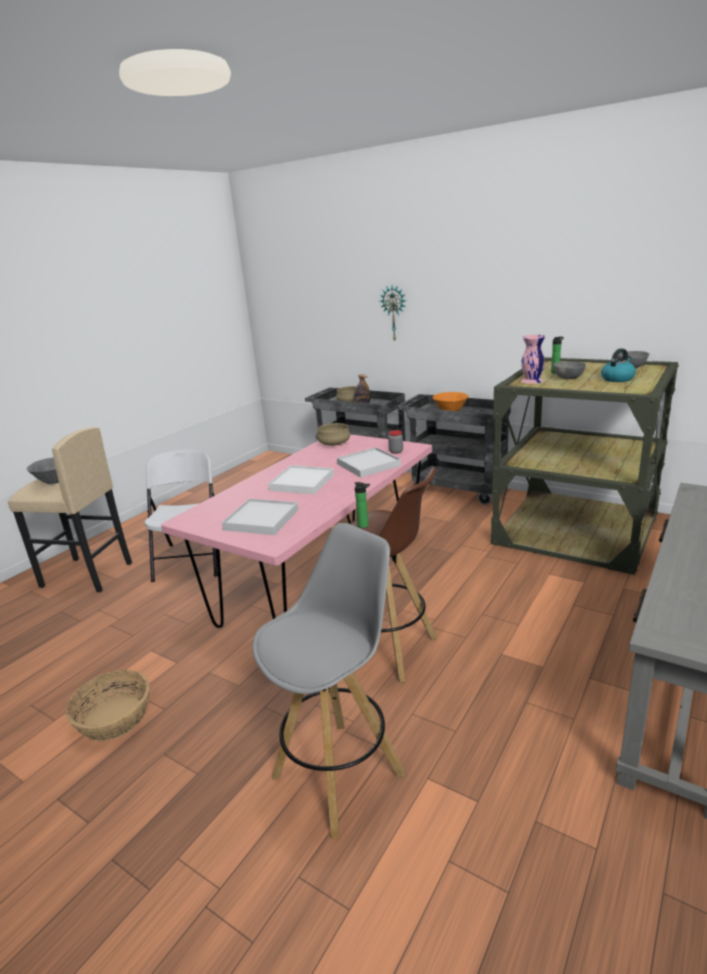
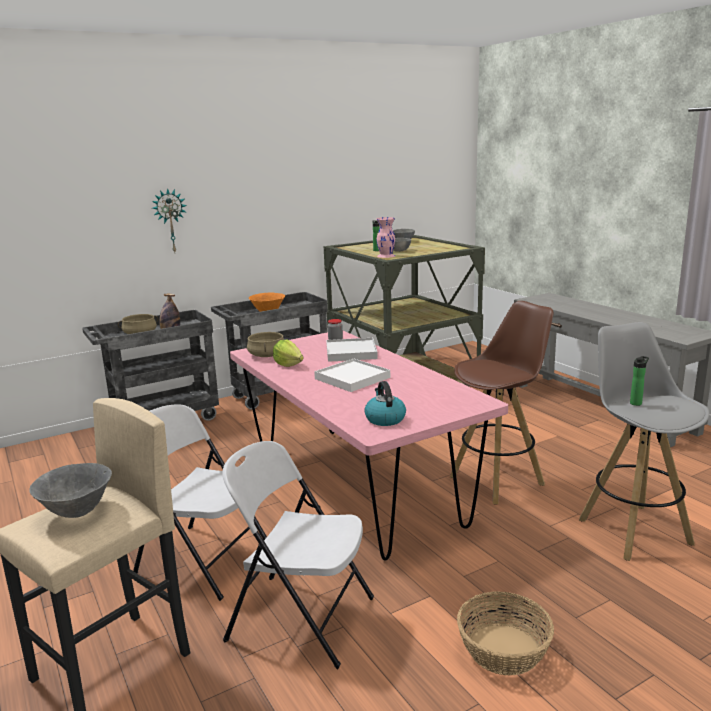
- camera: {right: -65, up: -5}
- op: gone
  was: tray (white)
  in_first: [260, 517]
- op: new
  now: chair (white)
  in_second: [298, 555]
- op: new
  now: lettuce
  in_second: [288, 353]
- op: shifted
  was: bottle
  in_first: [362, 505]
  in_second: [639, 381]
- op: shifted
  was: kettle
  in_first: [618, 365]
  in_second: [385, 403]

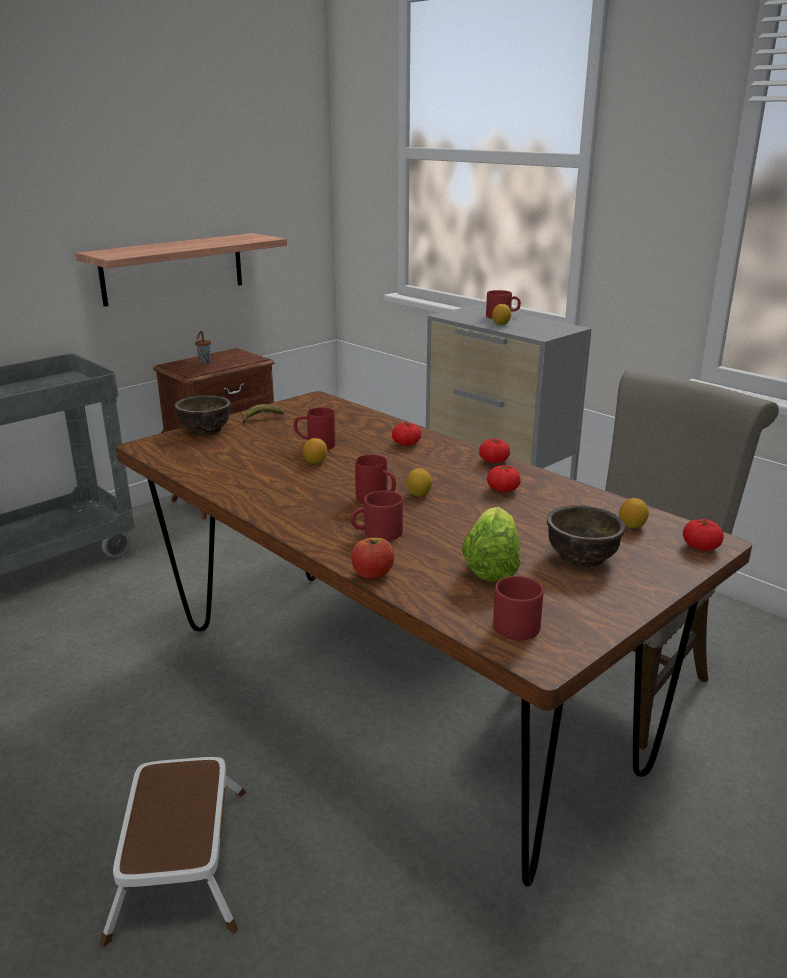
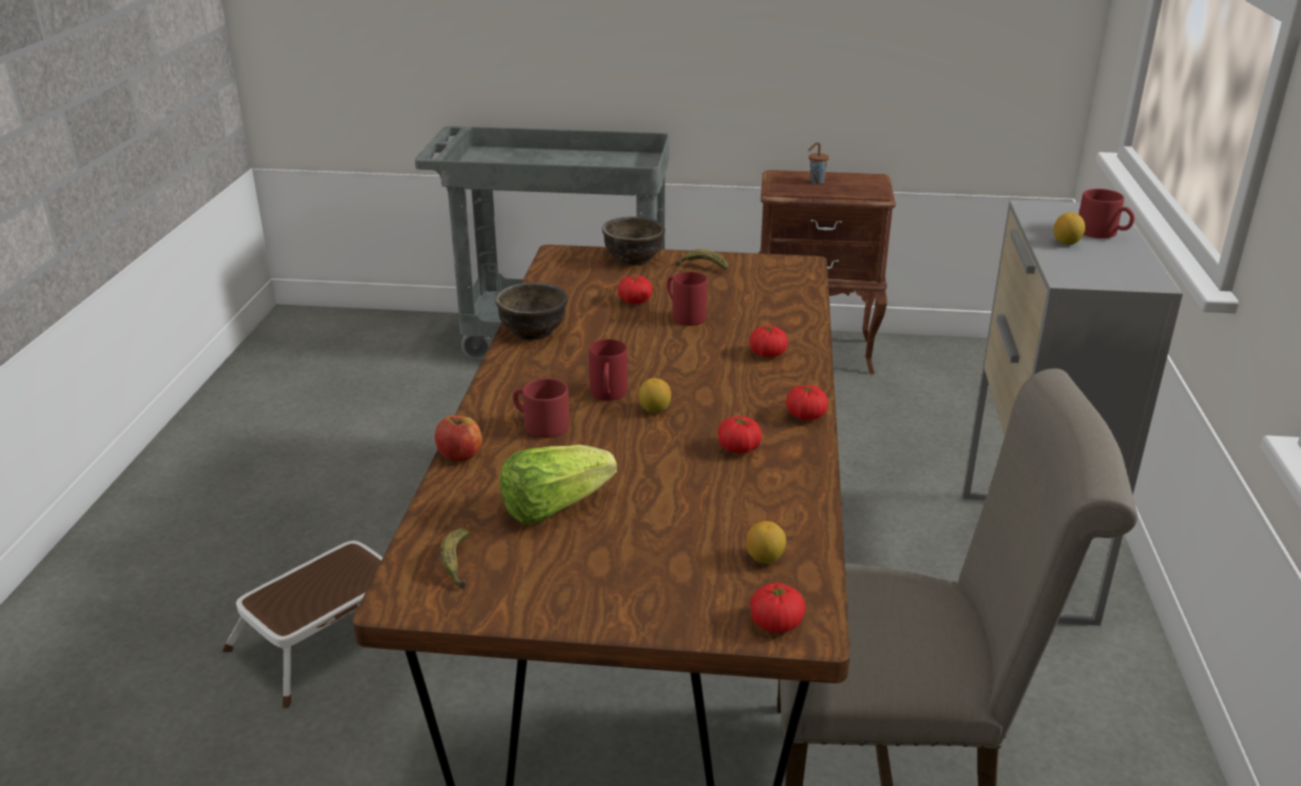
- camera: {right: 50, up: 5}
- op: gone
  was: shelf
  in_first: [181, 270]
- op: gone
  was: lemon
  in_first: [315, 451]
- op: new
  now: tomato
  in_second: [635, 289]
- op: shifted
  was: bowl (brown)
  in_first: [586, 536]
  in_second: [531, 311]
- op: swapped
  was: mug (red)
  now: banana
  in_first: [518, 608]
  in_second: [455, 559]

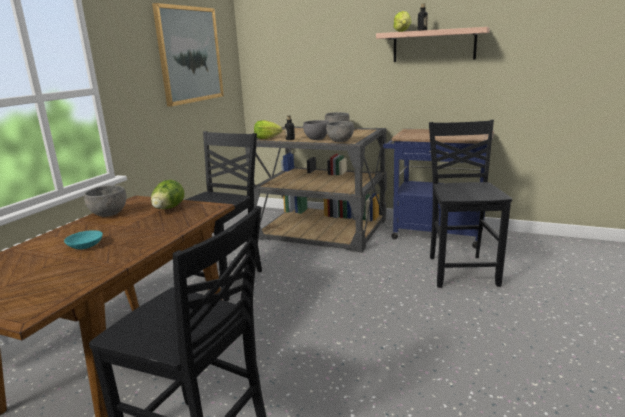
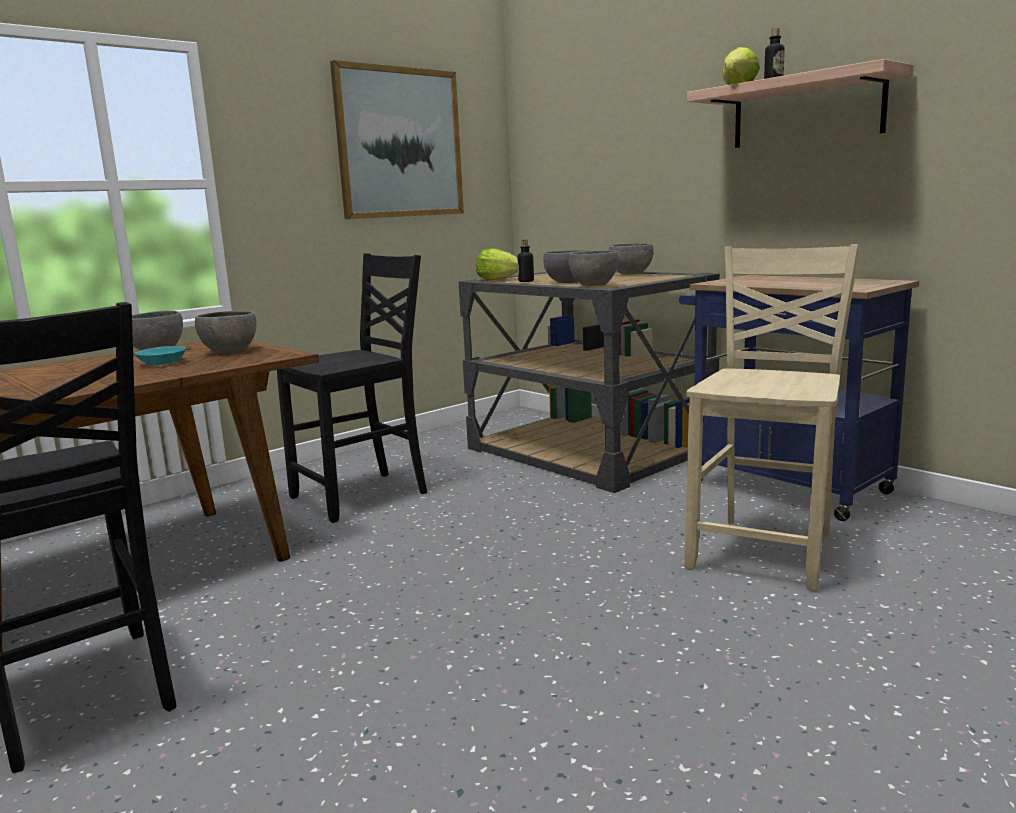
- camera: {right: 25, up: -5}
- op: shifted
  was: bowl (turquoise)
  in_first: [83, 239]
  in_second: [160, 355]
- op: swapped
  was: lettuce
  now: bowl (grey)
  in_first: [168, 194]
  in_second: [226, 332]
- op: repainted
  was: chair (black)
  now: chair (beige)
  in_first: [470, 204]
  in_second: [772, 418]

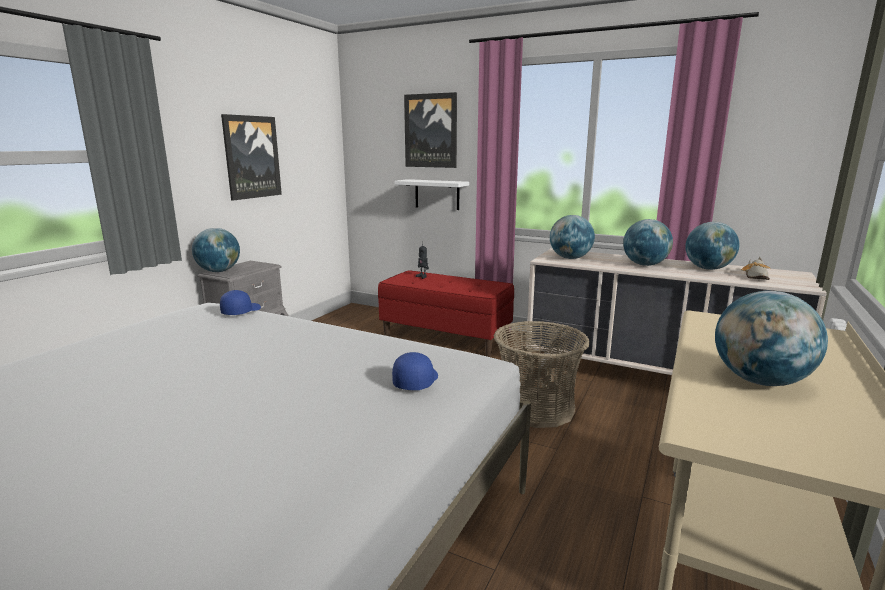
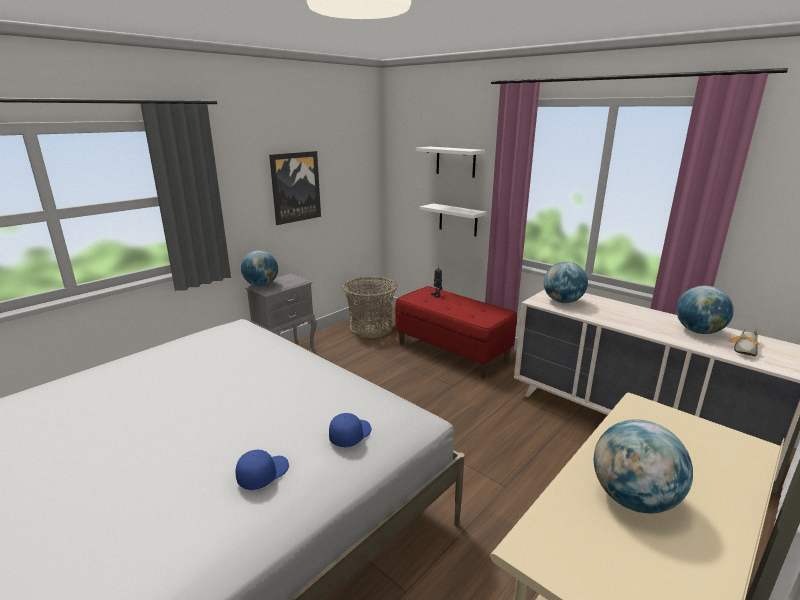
- camera: {right: 15, up: 5}
- op: gone
  was: globe
  in_first: [648, 242]
- op: shifted
  was: cap (blue)
  in_first: [240, 302]
  in_second: [262, 469]
- op: shifted
  was: basket
  in_first: [542, 374]
  in_second: [370, 307]
- op: swapped
  was: picture
  now: shelf (white)
  in_first: [430, 130]
  in_second: [450, 162]

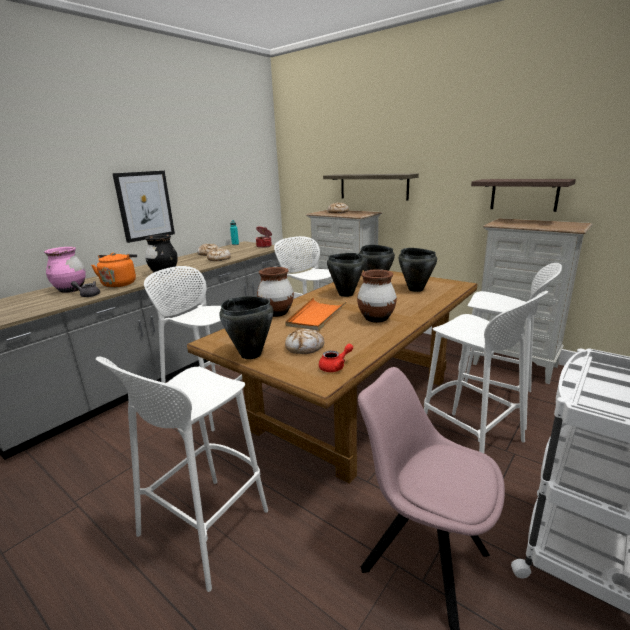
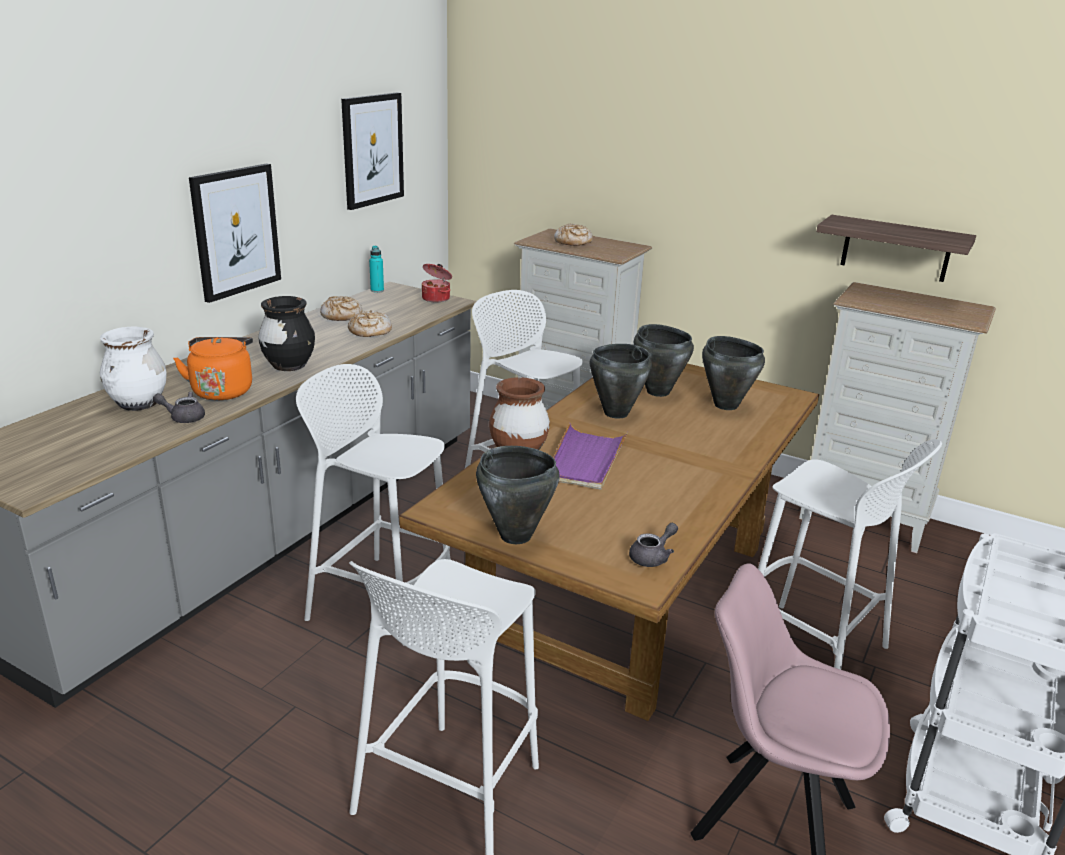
- camera: {right: -10, up: 5}
- op: gone
  was: bread
  in_first: [304, 341]
- op: gone
  was: shelf
  in_first: [371, 187]
- op: gone
  was: vase (brown)
  in_first: [377, 296]
- op: gone
  was: stool (white)
  in_first: [509, 346]
- op: new
  now: picture
  in_second: [372, 151]
- op: repainted
  was: vase (pink)
  now: vase (white)
  in_first: [65, 270]
  in_second: [133, 369]
- op: repainted
  was: tray (orange)
  now: tray (purple)
  in_first: [316, 314]
  in_second: [590, 456]
- op: repainted
  was: teapot (red)
  now: teapot (grey)
  in_first: [336, 358]
  in_second: [653, 545]

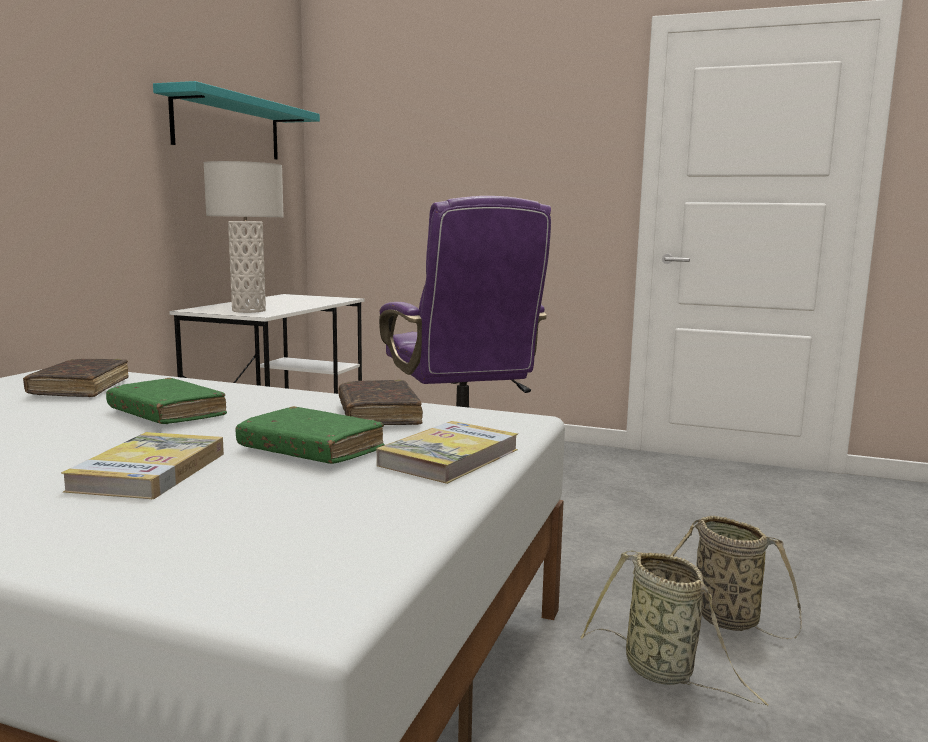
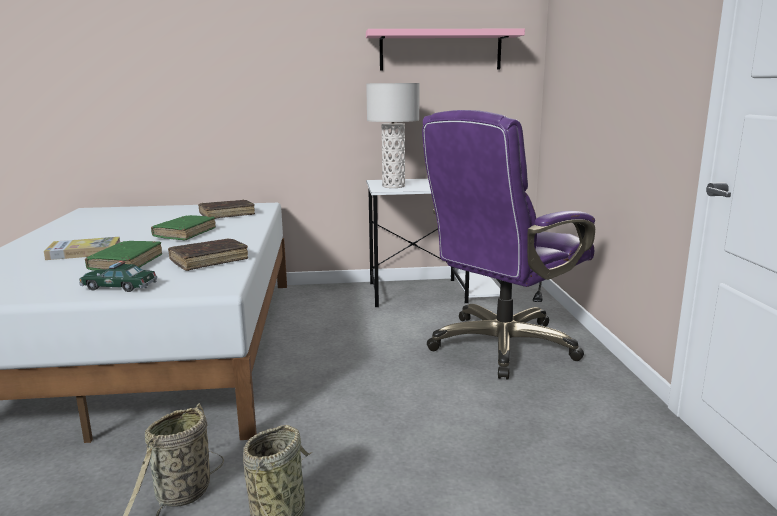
- camera: {right: 65, up: 5}
- op: swapped
  was: book
  now: toy car
  in_first: [447, 452]
  in_second: [118, 276]
- op: repainted
  was: shelf (turquoise)
  now: shelf (pink)
  in_first: [236, 120]
  in_second: [445, 49]

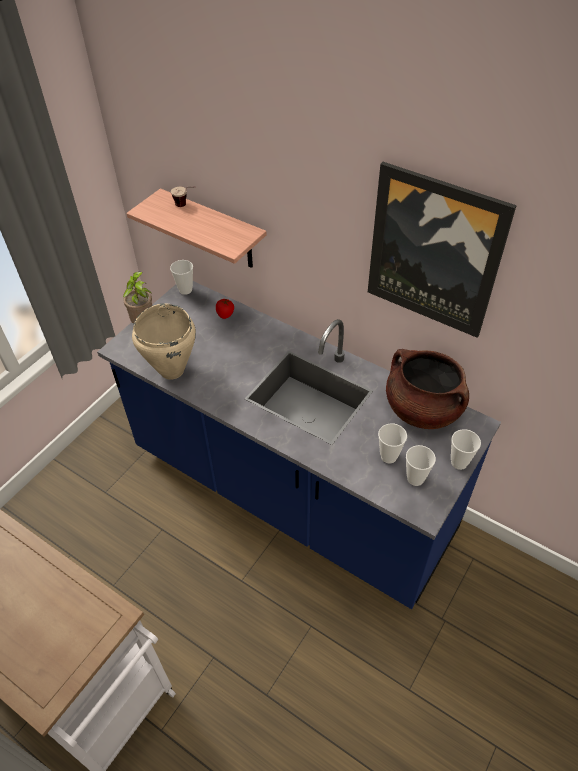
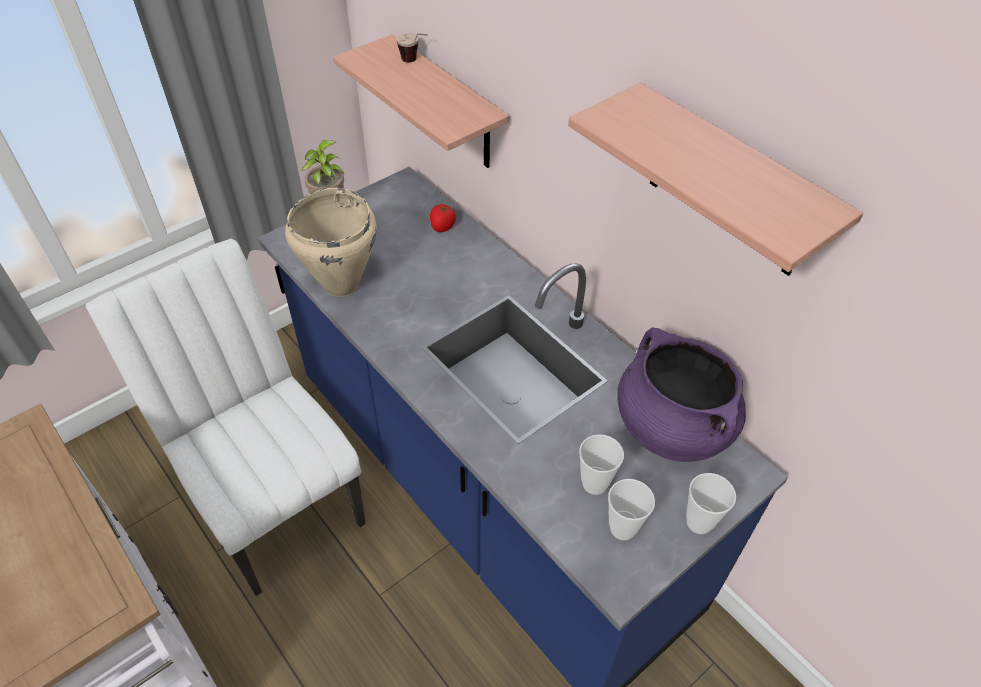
- camera: {right: 15, up: 0}
- op: gone
  was: cup
  in_first: [181, 277]
- op: new
  now: chair (white)
  in_second: [226, 417]
- op: swapped
  was: picture
  now: shelf
  in_first: [442, 250]
  in_second: [715, 179]
- op: repainted
  was: cooking pot (brown)
  now: cooking pot (purple)
  in_first: [427, 389]
  in_second: [681, 394]

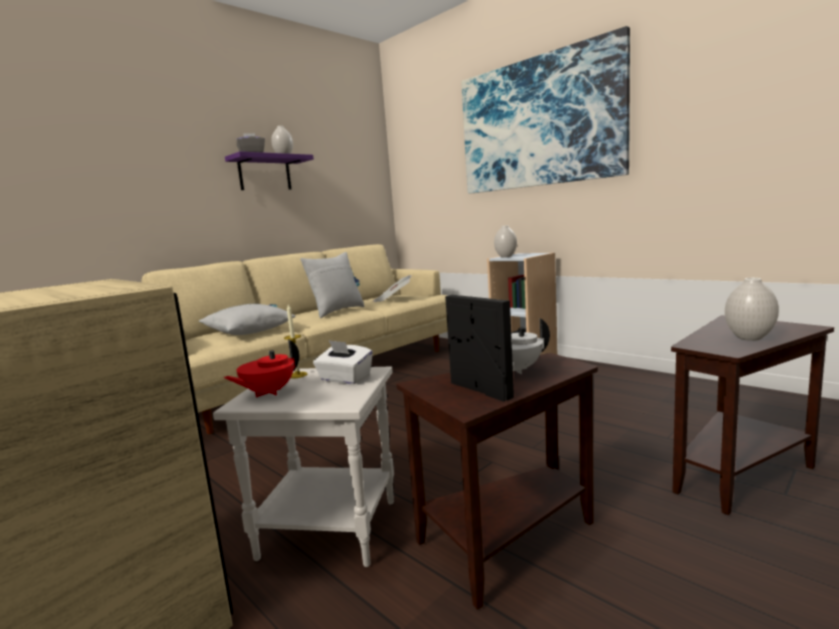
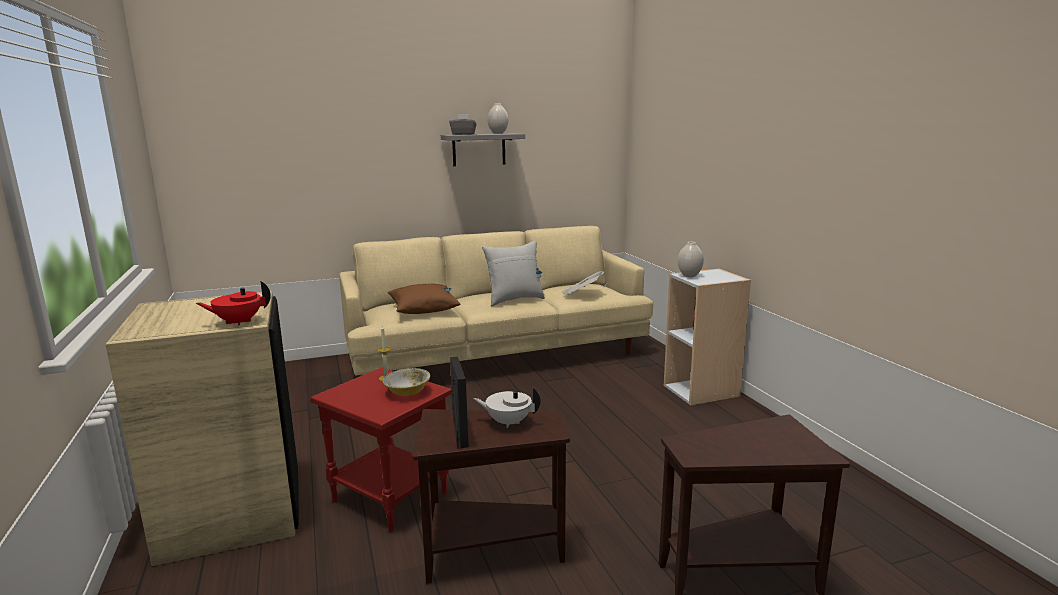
- camera: {right: 25, up: 5}
- op: gone
  was: picture
  in_first: [545, 110]
- op: gone
  was: vase (white)
  in_first: [752, 309]
- op: shifted
  was: teapot (red)
  in_first: [261, 368]
  in_second: [233, 303]
- op: swapped
  was: tissue box (white)
  now: bowl
  in_first: [343, 362]
  in_second: [406, 382]
- op: repainted
  was: pillow (grey)
  now: pillow (brown)
  in_first: [247, 319]
  in_second: [424, 299]
- op: repainted
  was: side table (white)
  now: side table (red)
  in_first: [303, 467]
  in_second: [381, 449]
- op: repainted
  was: shelf (purple)
  now: shelf (grey)
  in_first: [269, 171]
  in_second: [483, 149]

